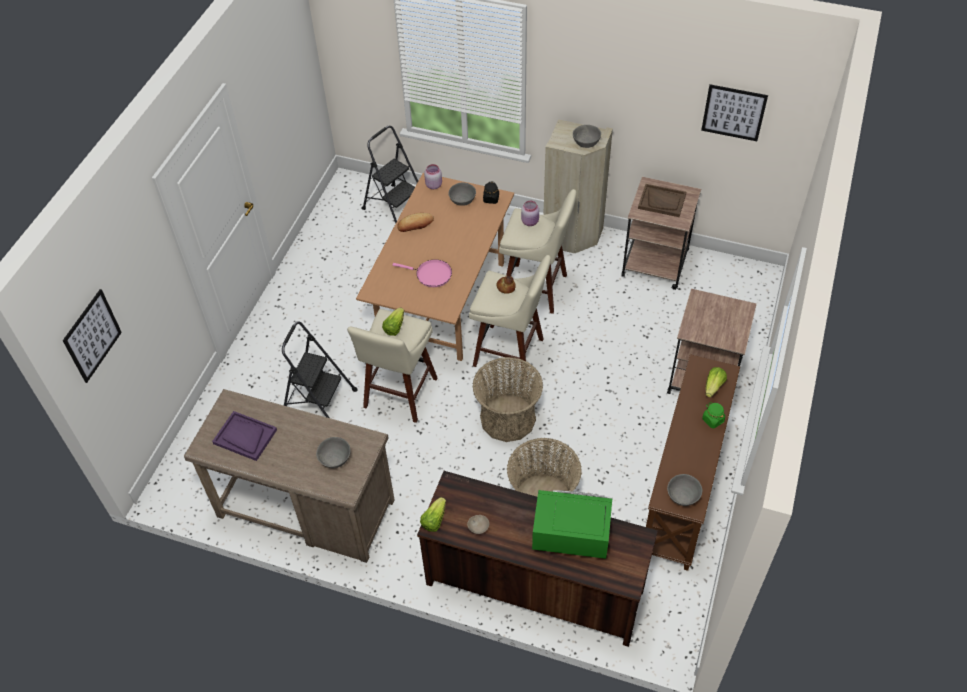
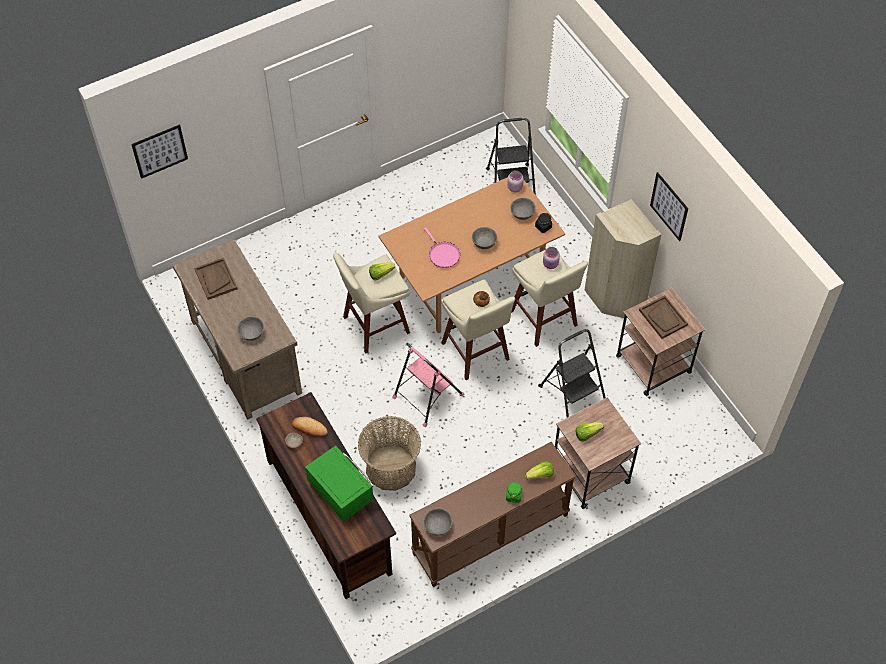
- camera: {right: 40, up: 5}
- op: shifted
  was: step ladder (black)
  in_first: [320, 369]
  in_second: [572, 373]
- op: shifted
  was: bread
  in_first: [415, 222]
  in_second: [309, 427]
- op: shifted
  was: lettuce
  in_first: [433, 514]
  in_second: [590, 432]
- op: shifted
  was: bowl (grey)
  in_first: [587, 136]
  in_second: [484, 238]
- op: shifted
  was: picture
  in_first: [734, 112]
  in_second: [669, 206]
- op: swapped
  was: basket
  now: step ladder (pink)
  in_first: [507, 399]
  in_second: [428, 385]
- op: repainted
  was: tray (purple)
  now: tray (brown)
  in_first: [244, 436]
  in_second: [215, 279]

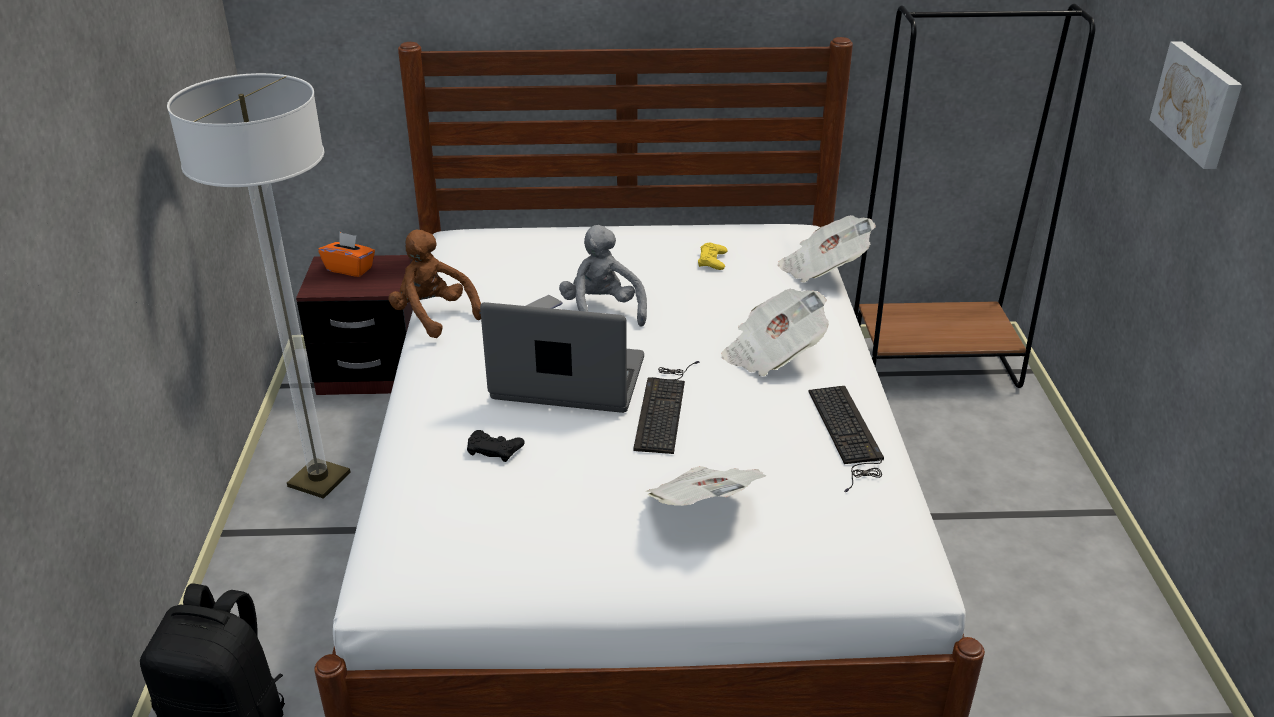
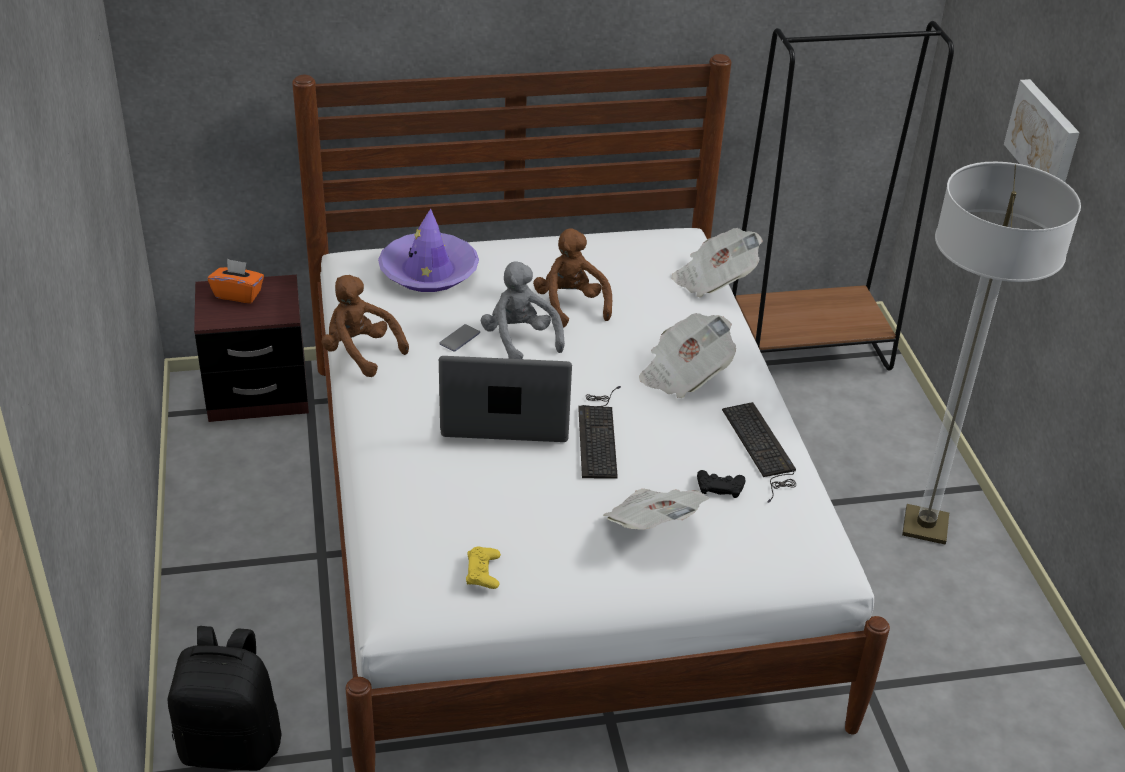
- camera: {right: -10, up: 5}
- op: new
  now: hat (purple)
  in_second: [428, 250]
- op: new
  now: plush toy (brown)
  in_second: [572, 278]
- op: shifted
  was: floor lamp
  in_first: [259, 286]
  in_second: [991, 353]
- op: shifted
  was: game controller (black)
  in_first: [496, 446]
  in_second: [721, 484]
- op: shifted
  was: game controller (yellow)
  in_first: [713, 256]
  in_second: [483, 568]

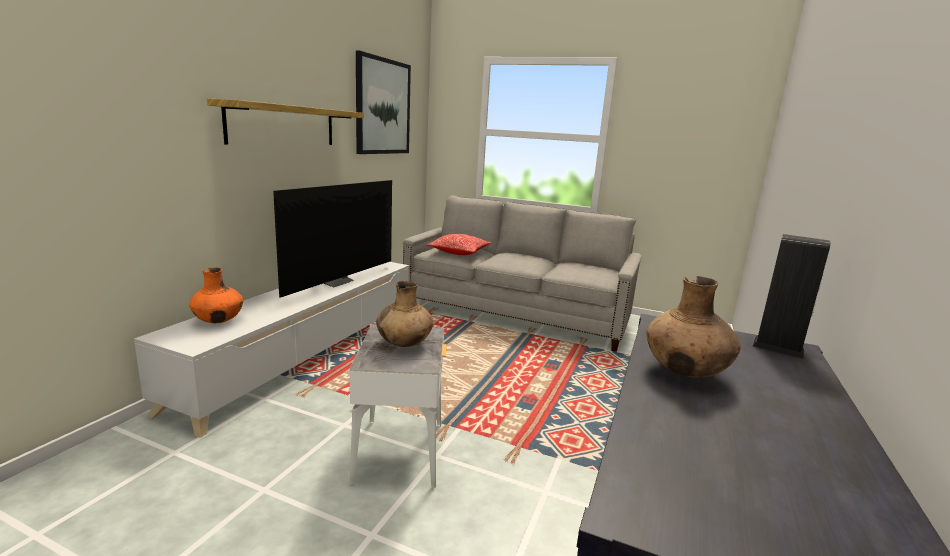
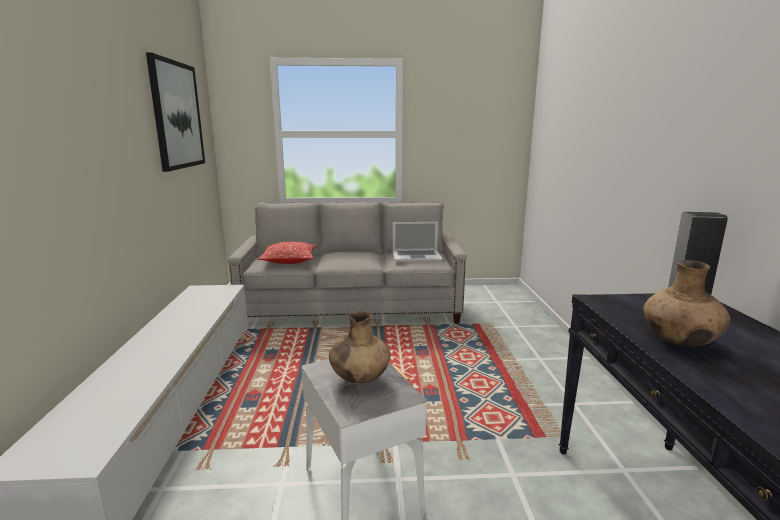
- camera: {right: -25, up: 0}
- op: gone
  was: vase (orange)
  in_first: [216, 295]
- op: gone
  was: shelf
  in_first: [285, 122]
- op: gone
  was: television
  in_first: [332, 239]
- op: new
  now: laptop
  in_second: [417, 241]

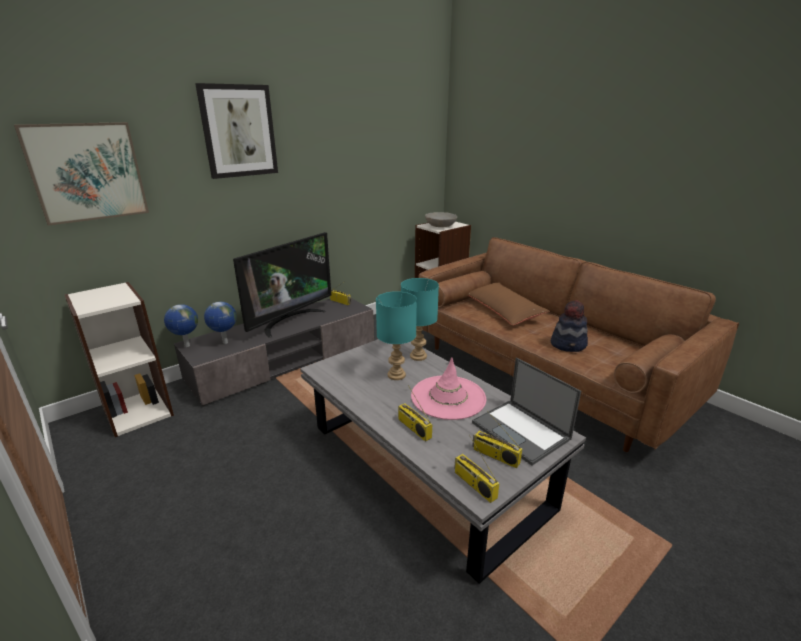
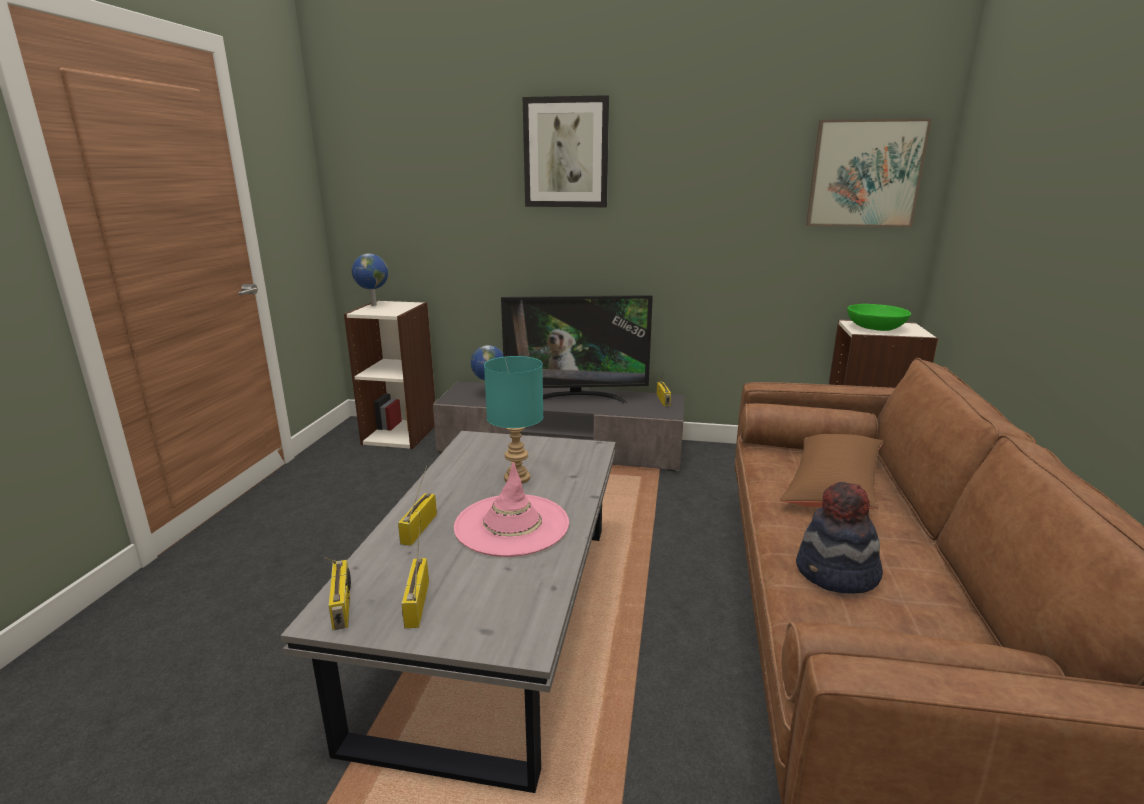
- camera: {right: 50, up: -5}
- op: gone
  was: table lamp (turquoise)
  in_first: [420, 319]
- op: gone
  was: laptop
  in_first: [526, 411]
- op: shifted
  was: picture
  in_first: [81, 174]
  in_second: [869, 173]
- op: shifted
  was: globe
  in_first: [181, 325]
  in_second: [369, 280]
- op: repainted
  was: bowl (grey)
  now: bowl (green)
  in_first: [441, 219]
  in_second: [879, 317]
- op: rotated
  was: radio
  in_first: [477, 468]
  in_second: [338, 593]
  clockwise: 150

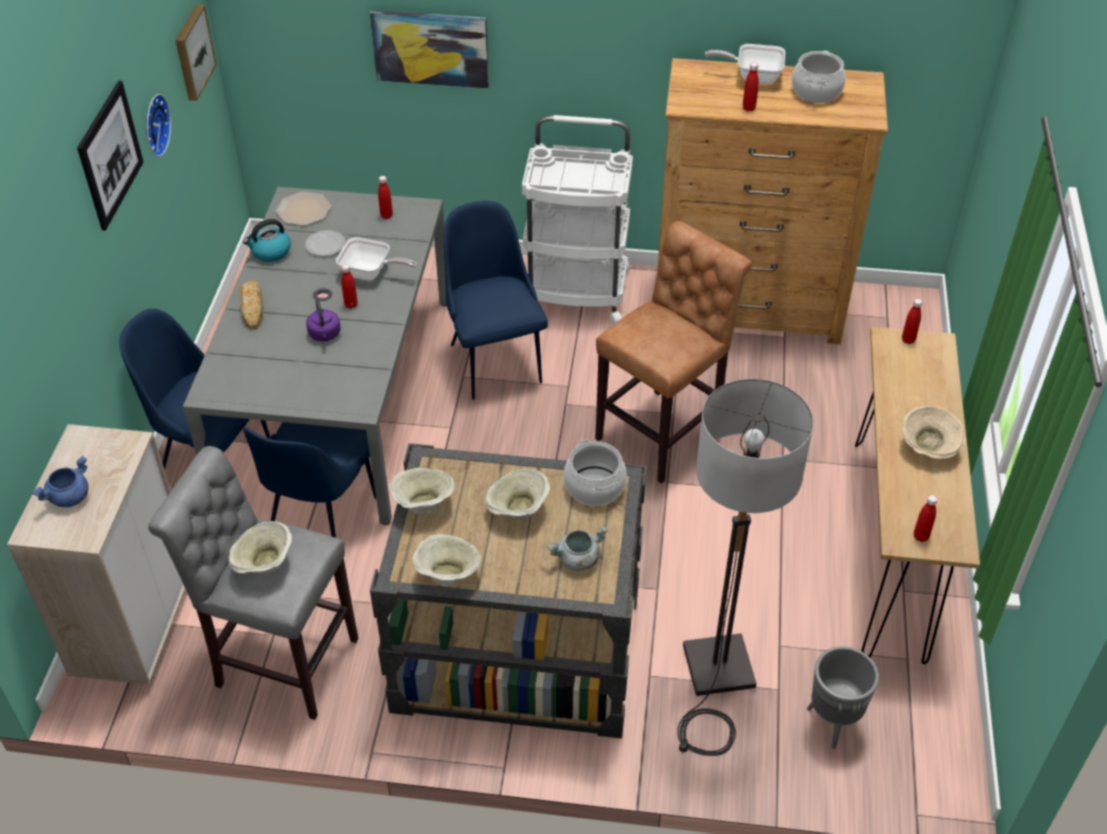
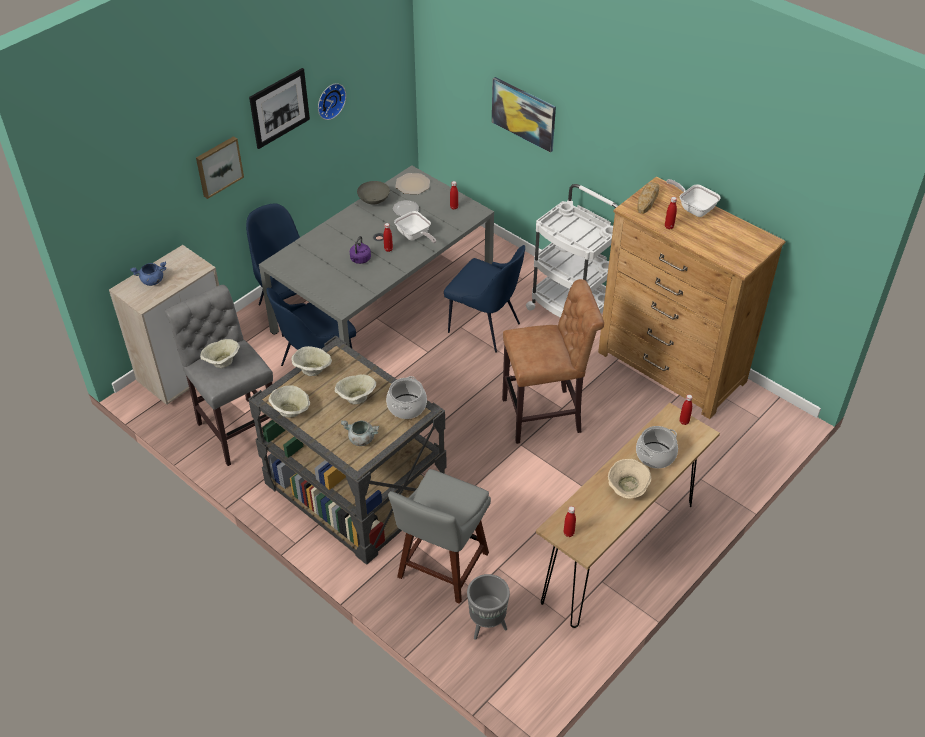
- camera: {right: 35, up: 0}
- op: shifted
  was: picture
  in_first: [196, 52]
  in_second: [220, 167]
- op: shifted
  was: bread
  in_first: [251, 305]
  in_second: [648, 198]
- op: shifted
  was: cooking pot
  in_first: [819, 77]
  in_second: [657, 447]
- op: swapped
  was: kettle
  now: bowl (grey)
  in_first: [267, 240]
  in_second: [373, 192]
- op: swapped
  was: floor lamp
  now: stool (grey)
  in_first: [745, 567]
  in_second: [439, 536]
- op: rotated
  was: chair (blue)
  in_first: [496, 300]
  in_second: [484, 299]
  clockwise: 105

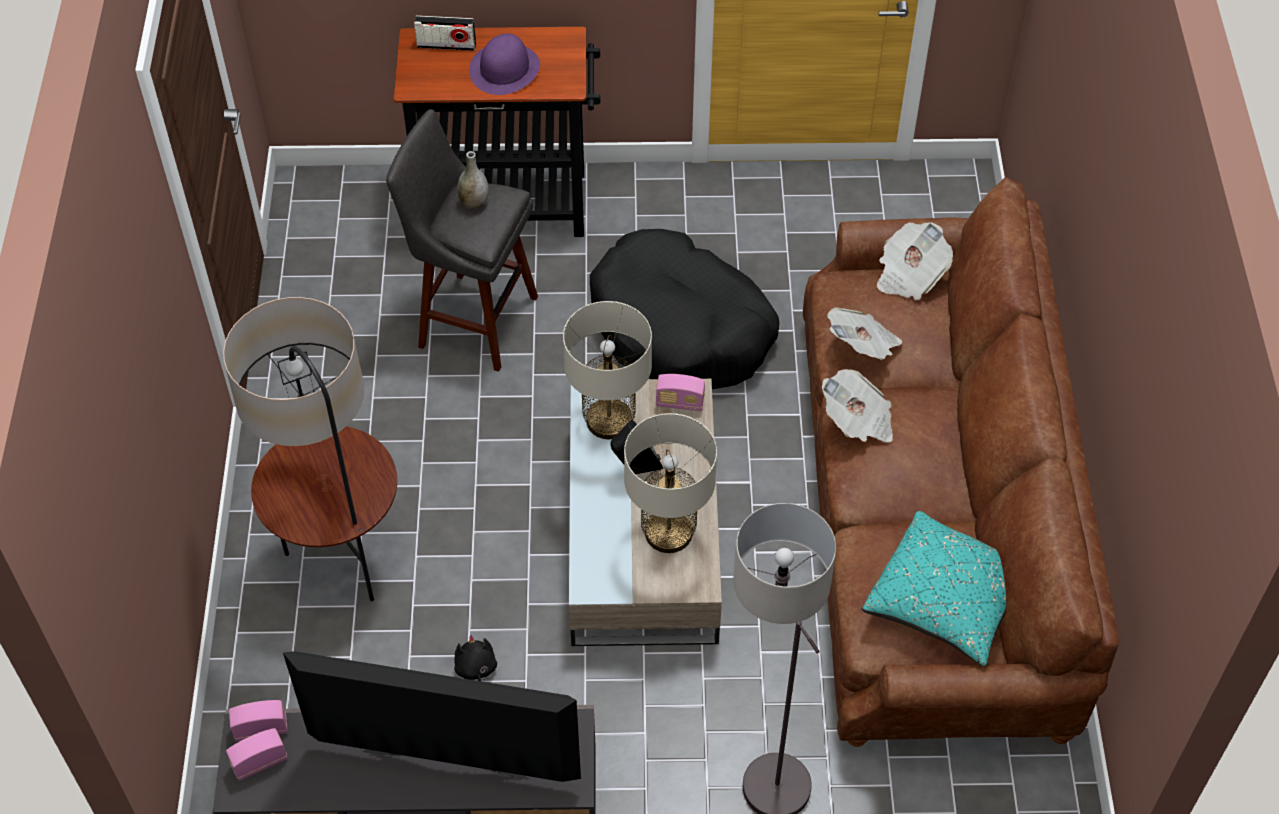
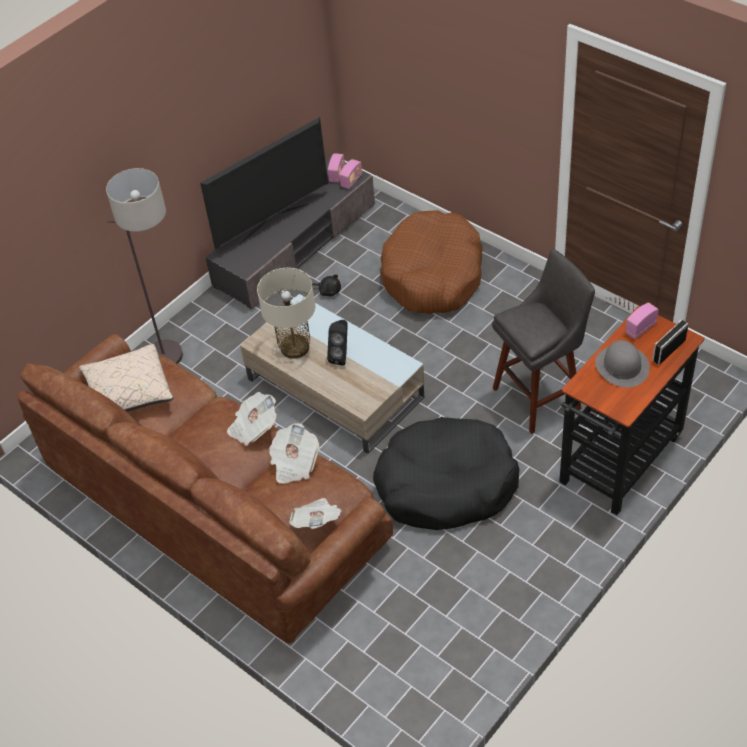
- camera: {right: 135, up: -5}
- op: gone
  was: vase (grey)
  in_first: [473, 180]
- op: gone
  was: table lamp
  in_first: [607, 370]
- op: shifted
  was: radio
  in_first: [680, 392]
  in_second: [642, 321]
- op: swapped
  was: floor lamp
  now: dog bed (brown)
  in_first: [310, 449]
  in_second: [431, 262]
- op: repainted
  was: hat (purple)
  now: hat (grey)
  in_first: [504, 64]
  in_second: [622, 363]
- op: repainted
  was: pillow (turquoise)
  now: pillow (beige)
  in_first: [933, 588]
  in_second: [126, 378]

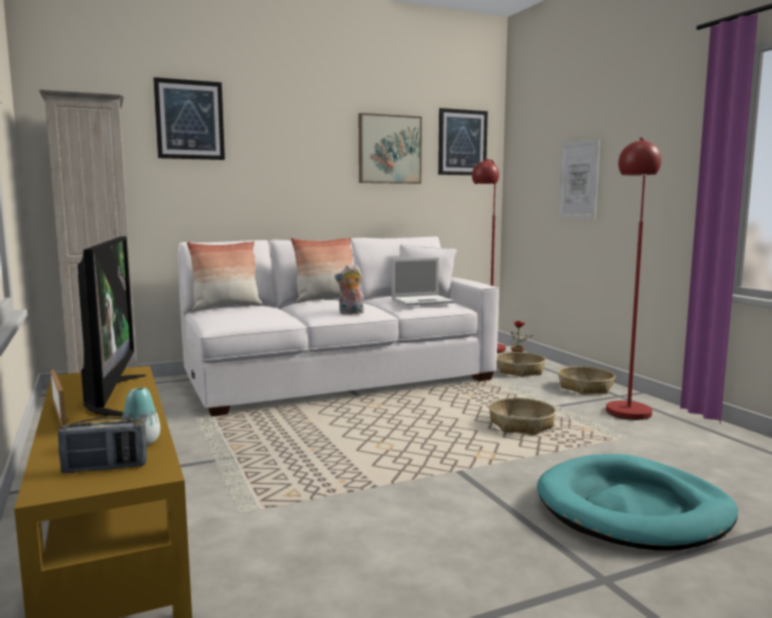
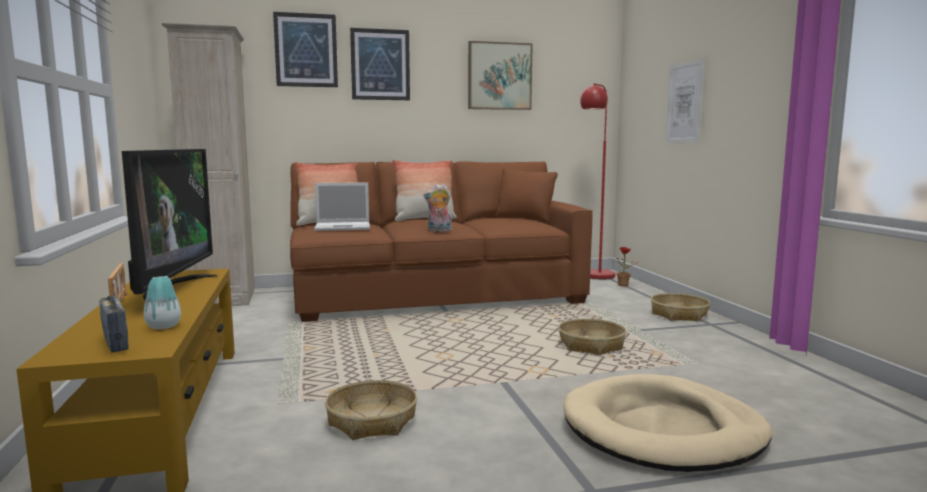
- camera: {right: 10, up: 0}
- op: gone
  was: floor lamp (red)
  in_first: [633, 278]
- op: shifted
  was: laptop
  in_first: [423, 281]
  in_second: [342, 206]
- op: shifted
  was: picture
  in_first: [463, 141]
  in_second: [380, 64]
- op: shifted
  was: basket
  in_first: [521, 364]
  in_second: [371, 410]
- op: repainted
  was: sofa (white)
  now: sofa (brown)
  in_first: [338, 326]
  in_second: [441, 241]
- op: repainted
  was: dog bed (turquoise)
  now: dog bed (beige)
  in_first: [637, 502]
  in_second: [668, 423]
- op: rotated
  was: radio
  in_first: [102, 445]
  in_second: [114, 324]
  clockwise: -120

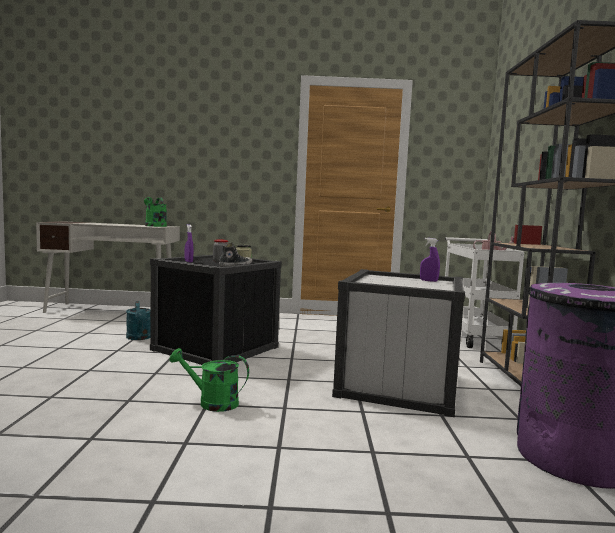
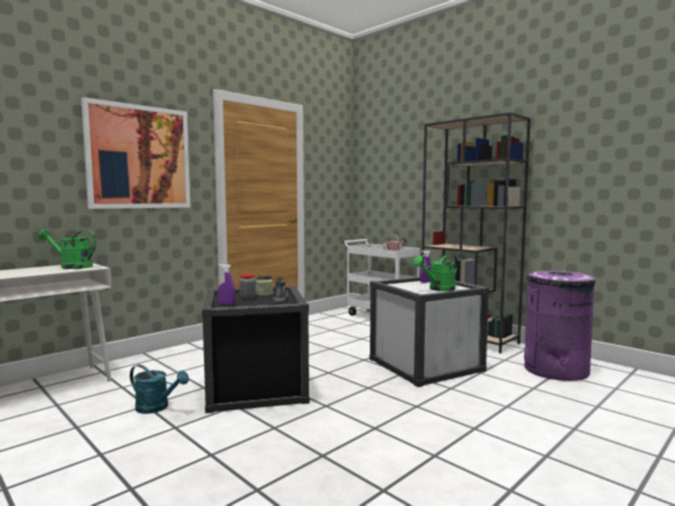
- camera: {right: -45, up: 0}
- op: new
  now: picture
  in_second: [135, 153]
- op: shifted
  was: watering can (green)
  in_first: [209, 380]
  in_second: [435, 272]

